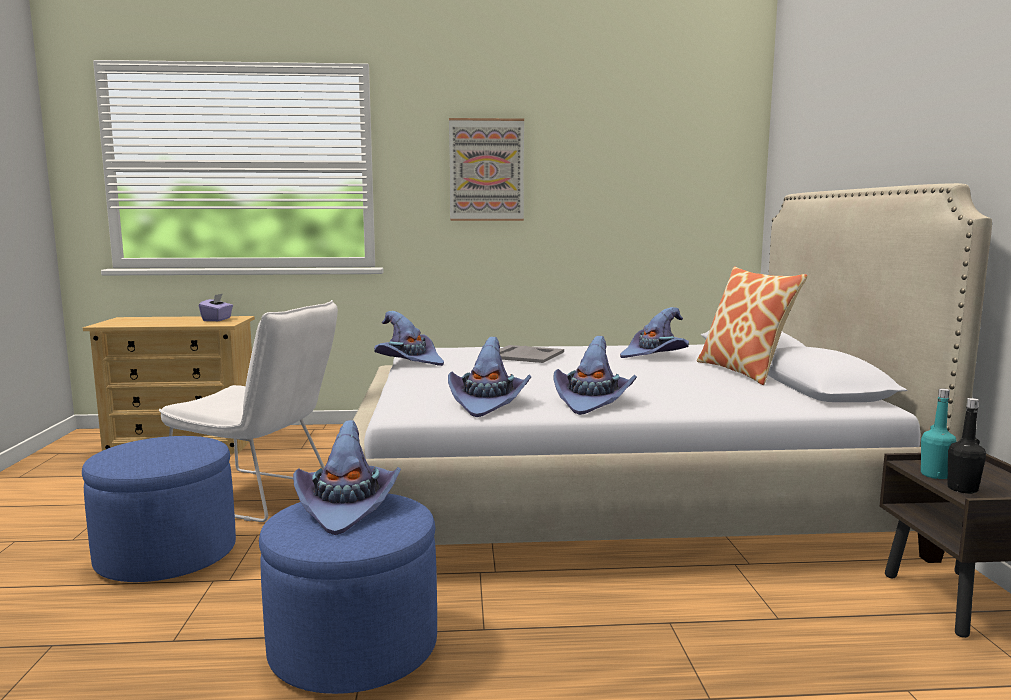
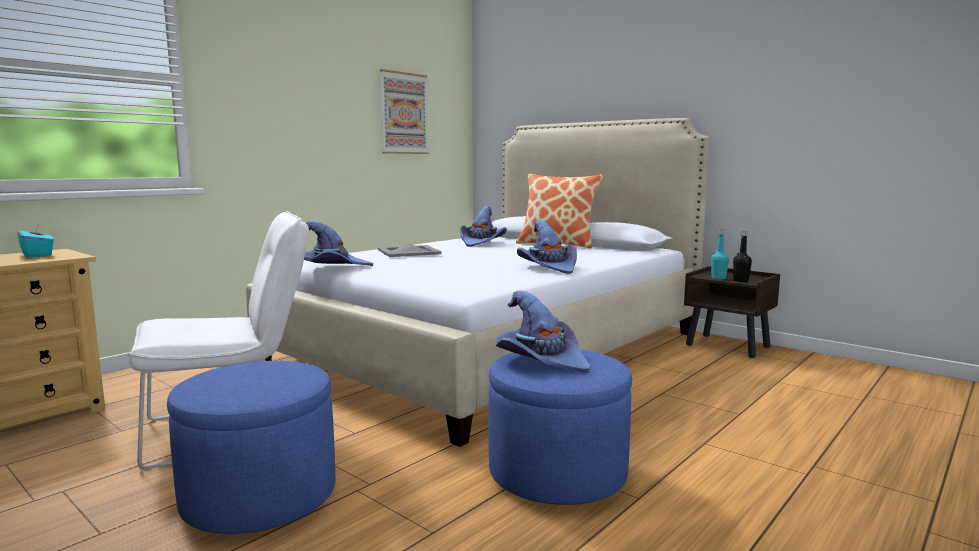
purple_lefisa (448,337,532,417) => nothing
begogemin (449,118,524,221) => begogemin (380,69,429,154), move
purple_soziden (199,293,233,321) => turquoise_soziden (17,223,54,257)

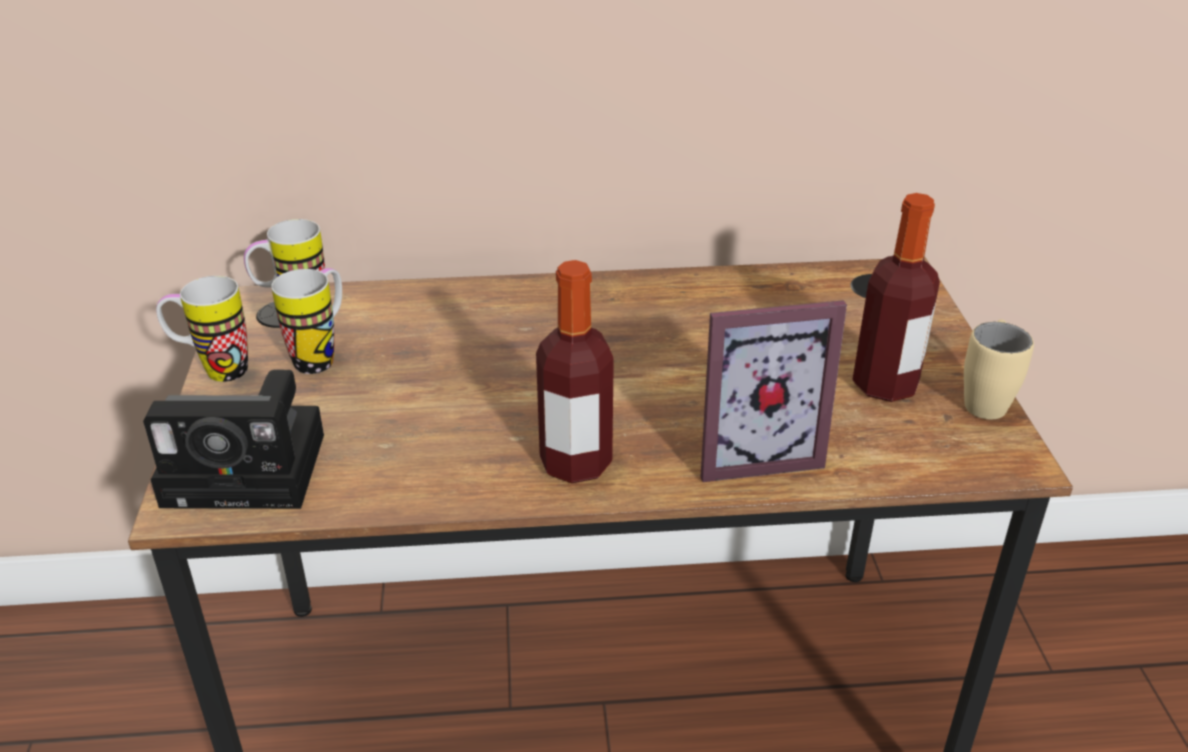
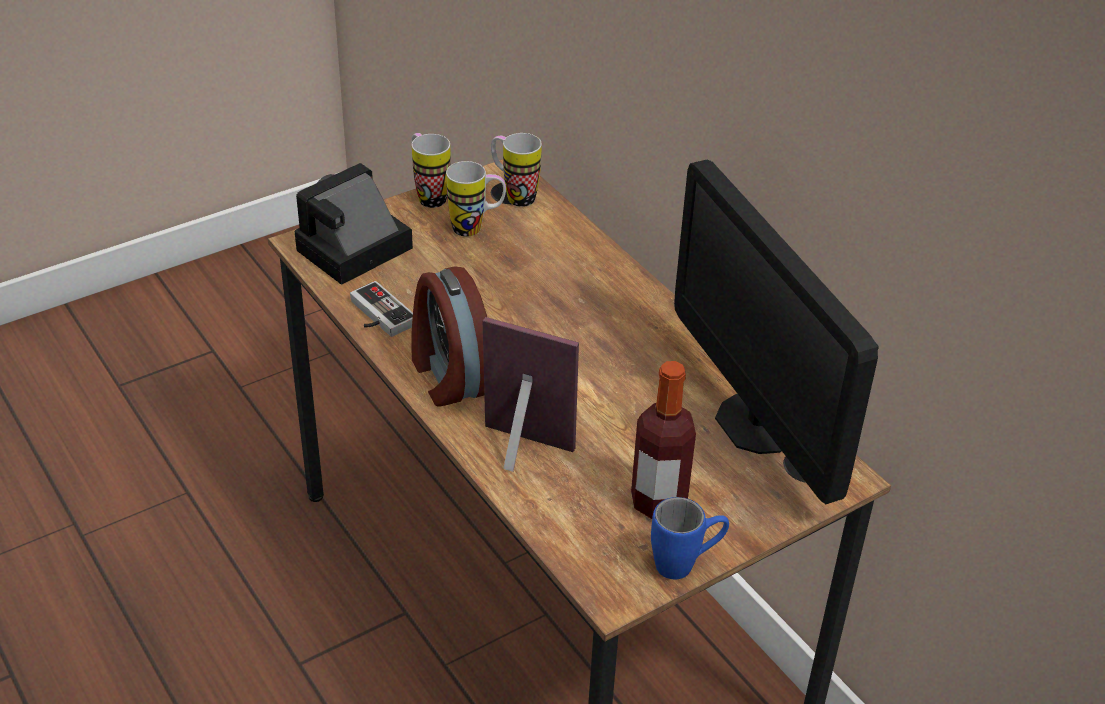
nothing => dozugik (350,281,413,337)
nothing => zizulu (674,159,879,504)
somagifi (536,260,614,483) => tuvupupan (412,266,487,406)
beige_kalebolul (964,319,1034,419) => blue_kalebolul (651,497,729,579)
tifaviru (143,370,324,509) => tifaviru (294,163,413,285), 75 degrees clockwise
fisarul (701,300,847,482) => fisarul (483,317,579,472), 150 degrees clockwise

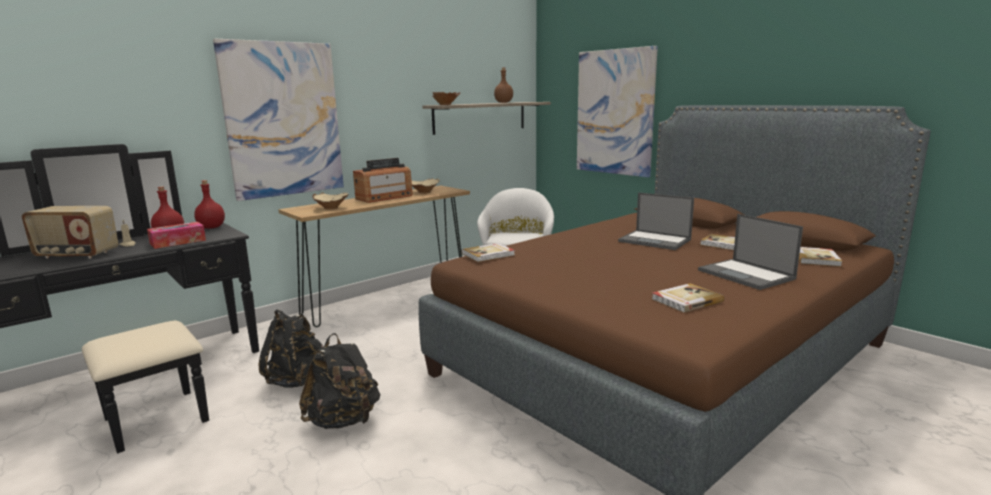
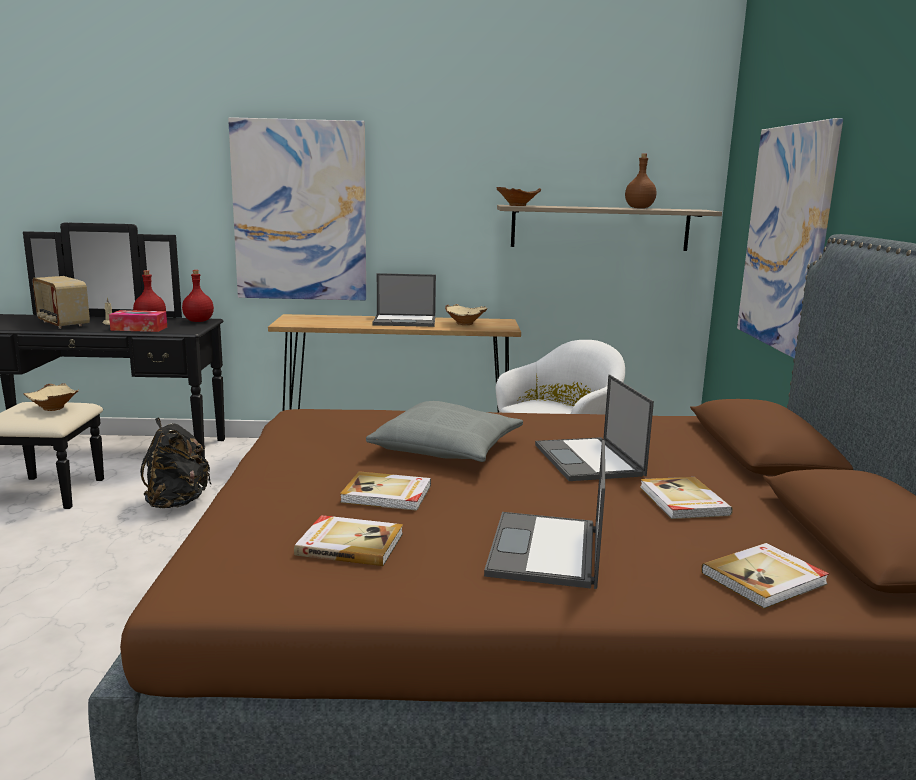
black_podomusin (299,333,380,429) => nothing
nothing => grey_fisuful (366,401,523,462)
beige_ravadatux (313,192,349,210) => beige_ravadatux (23,383,79,411), move
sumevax (462,243,515,262) => sumevax (340,471,431,511), move
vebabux (353,158,413,203) => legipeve (372,273,436,327)

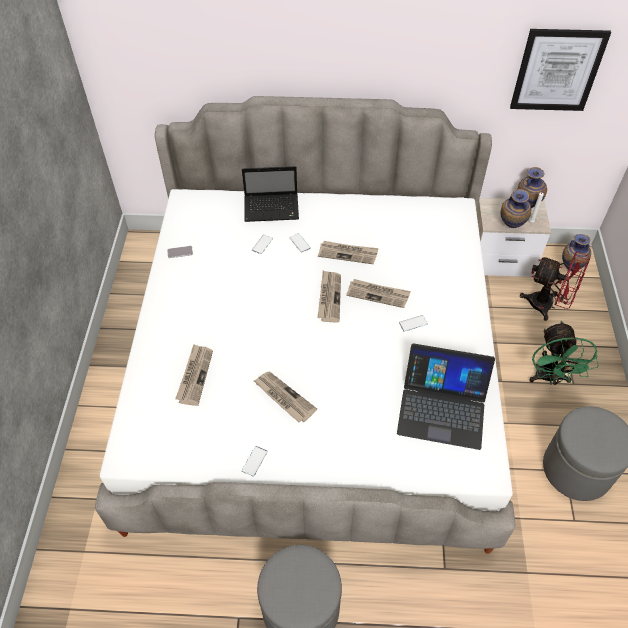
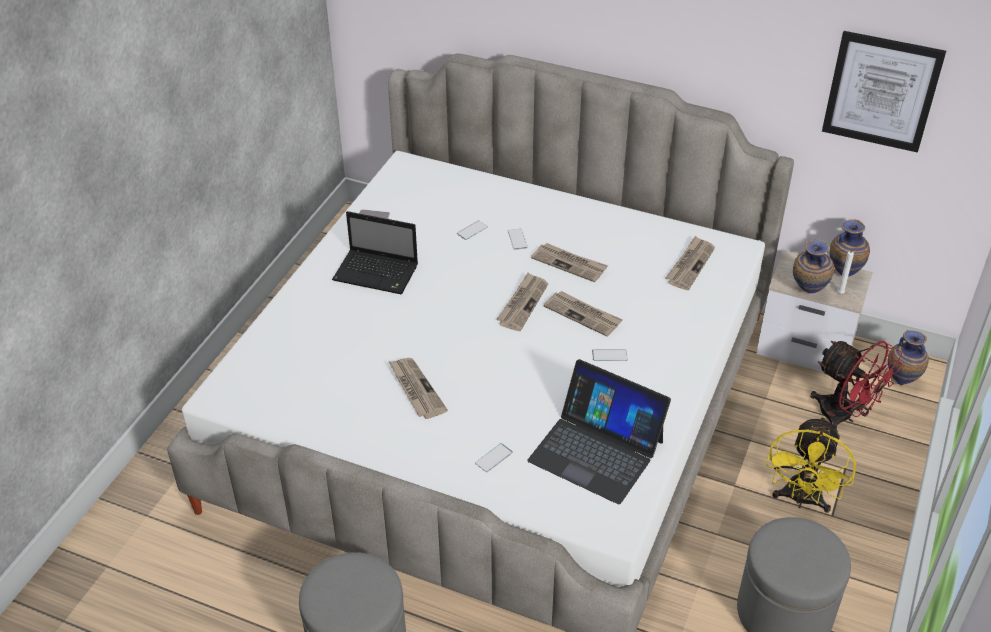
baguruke (175,344,213,406) => baguruke (666,236,715,290), move
legipeve (242,166,299,222) => legipeve (332,211,418,294), move
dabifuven (242,446,268,477) => dabifuven (475,443,513,472), move
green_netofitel (529,321,599,385) => yellow_netofitel (766,416,856,513)

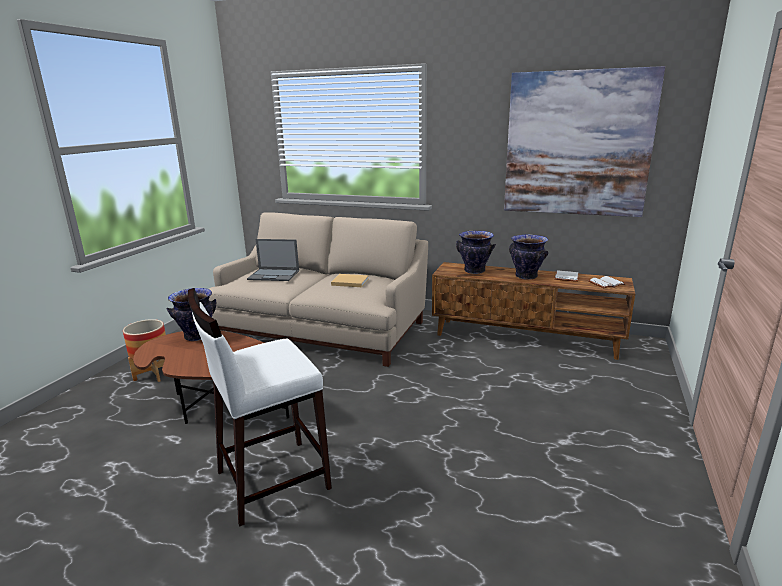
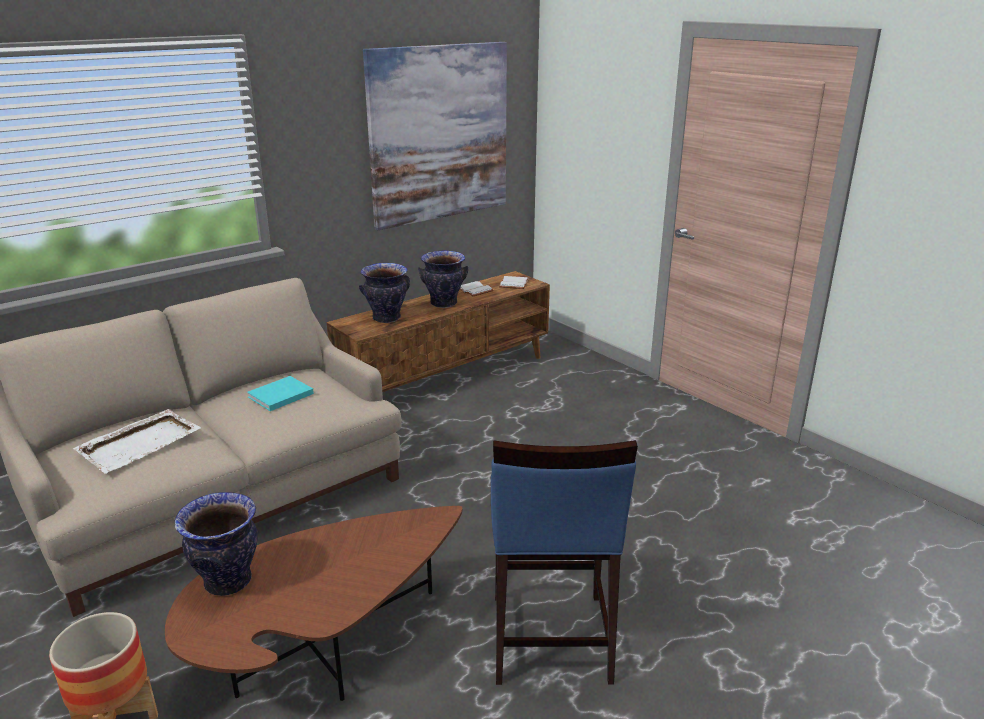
legipeve (247,239,299,281) => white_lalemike (73,409,201,474)
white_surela (188,288,332,527) => blue_surela (491,440,638,685)
beige_sumevax (331,274,369,287) => turquoise_sumevax (247,376,314,411)

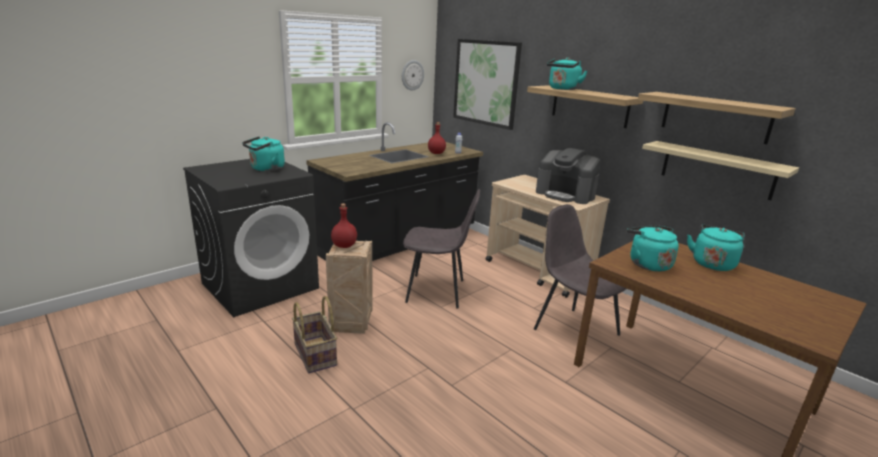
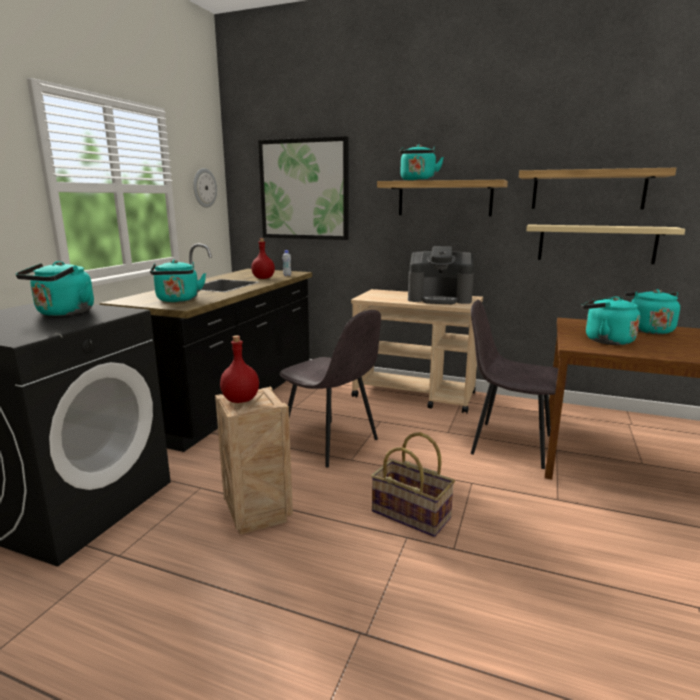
nothing => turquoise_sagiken (150,260,206,302)
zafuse (292,296,337,373) => zafuse (371,432,455,537), move
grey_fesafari (403,189,480,308) => grey_fesafari (280,310,381,468), 60 degrees clockwise

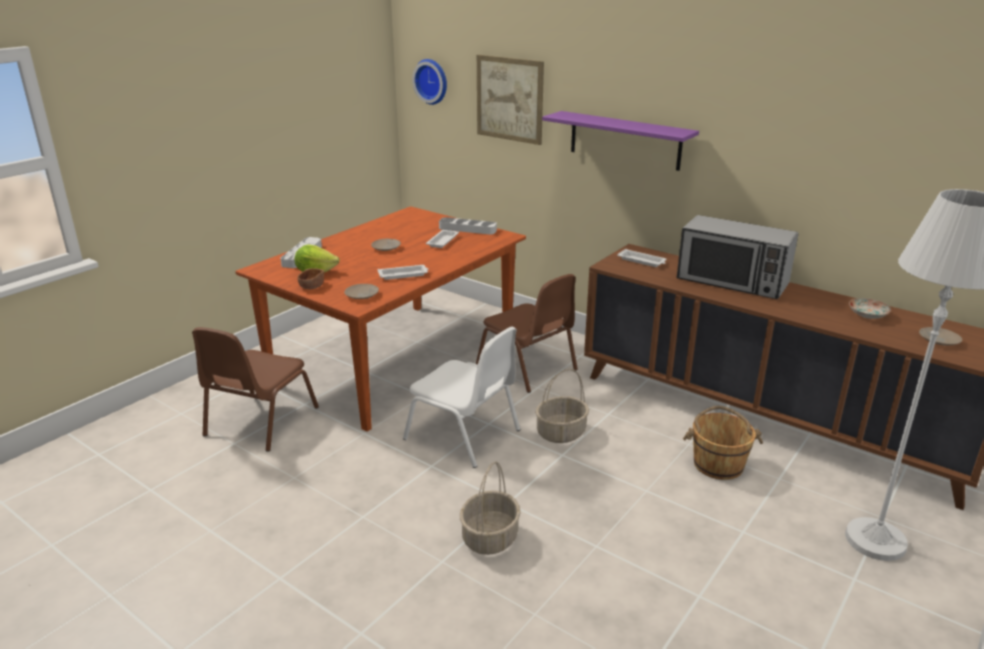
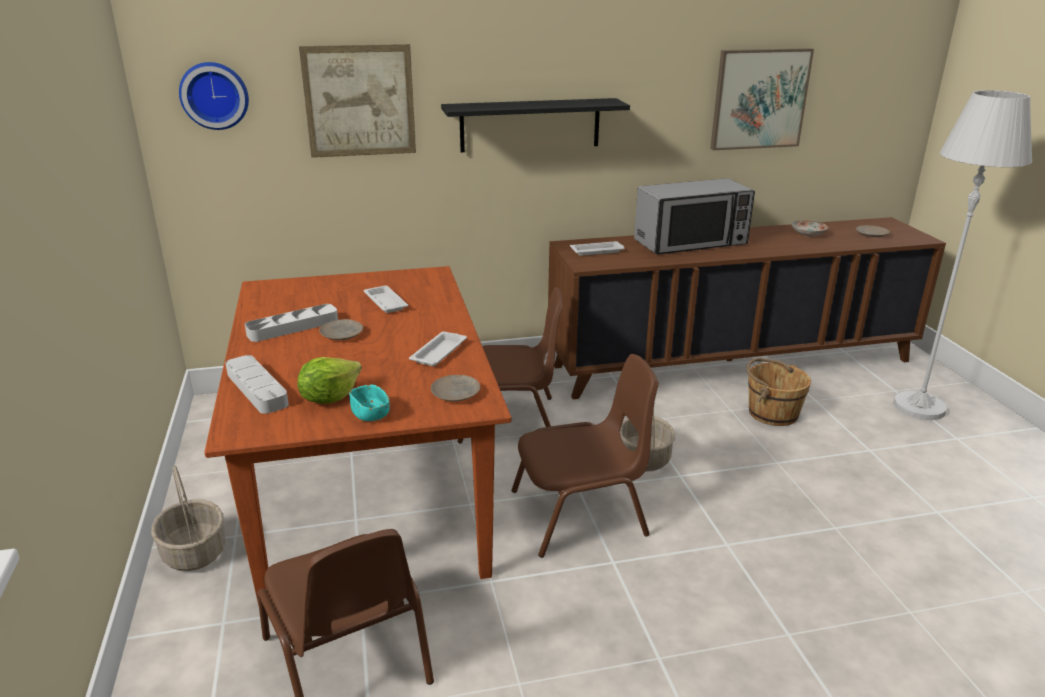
nothing => begogemin (710,48,814,150)
grey_lalemike (439,217,497,235) => grey_lalemike (245,304,338,342), move
zafuse (460,462,521,555) => zafuse (151,465,225,571), move
brown_ravadatux (297,268,324,289) => turquoise_ravadatux (349,385,389,421)
white_fesafari (403,327,520,468) => brown_fesafari (511,354,659,558)
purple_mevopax (542,111,699,171) => black_mevopax (441,98,630,152)

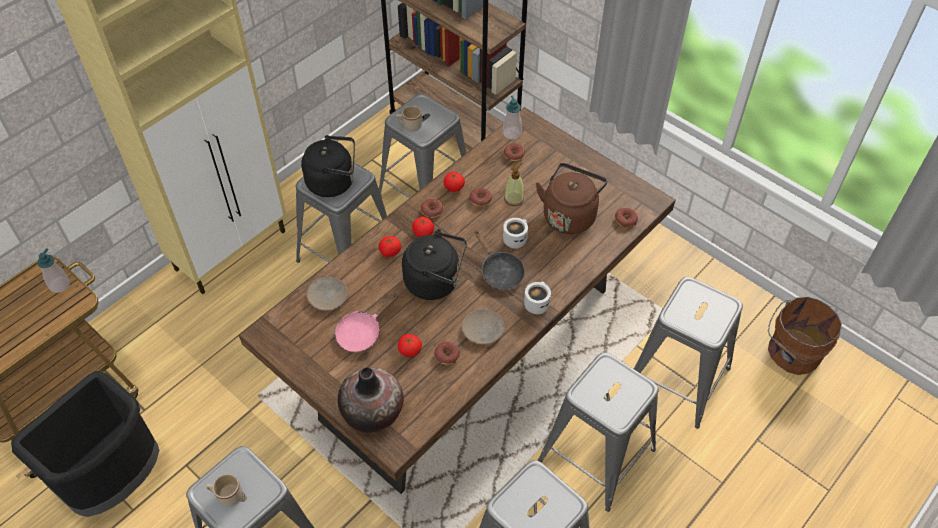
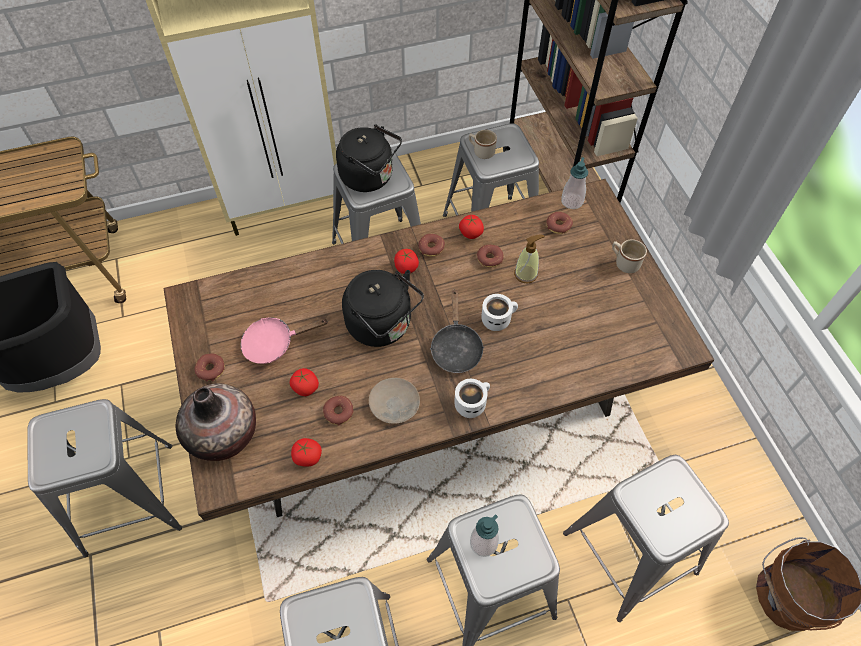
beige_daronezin (307,276,348,311) => nothing
brown_sagiken (536,163,607,234) => nothing
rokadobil (37,248,70,293) => rokadobil (470,514,499,557), move
beige_kalebolul (206,474,243,507) => beige_kalebolul (612,239,647,273), move
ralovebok (378,236,401,257) => ralovebok (291,438,322,467), move
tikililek (615,208,638,227) => tikililek (194,354,225,382), move

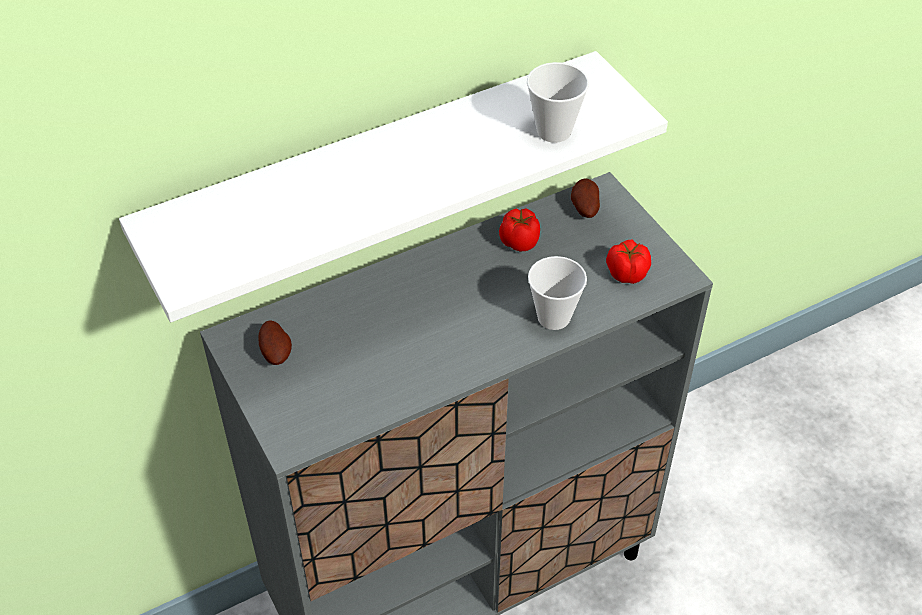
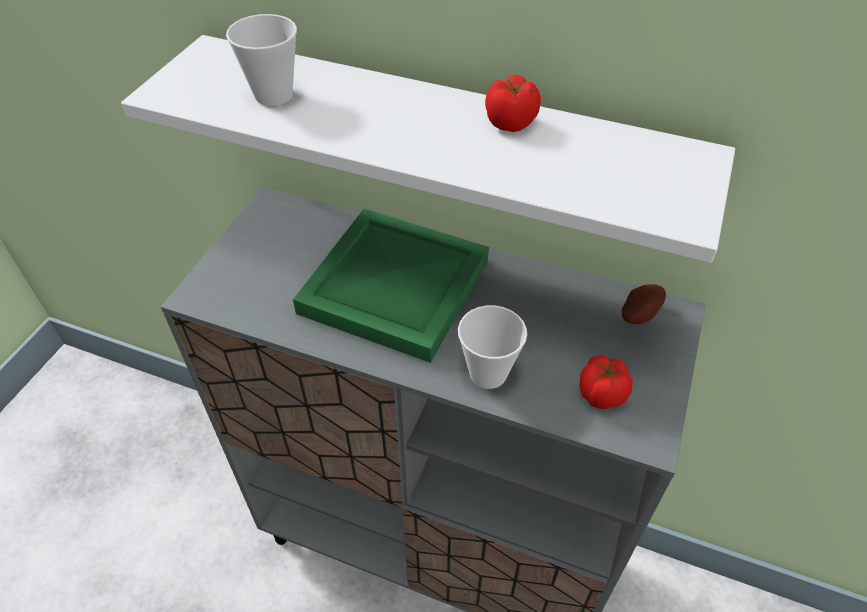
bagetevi (258,320,292,365) => nothing
nothing => green_lalemike (293,209,489,363)
ralovebok (499,208,540,252) => ralovebok (485,75,541,132), move
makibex (527,62,589,143) => makibex (226,14,297,106), move

